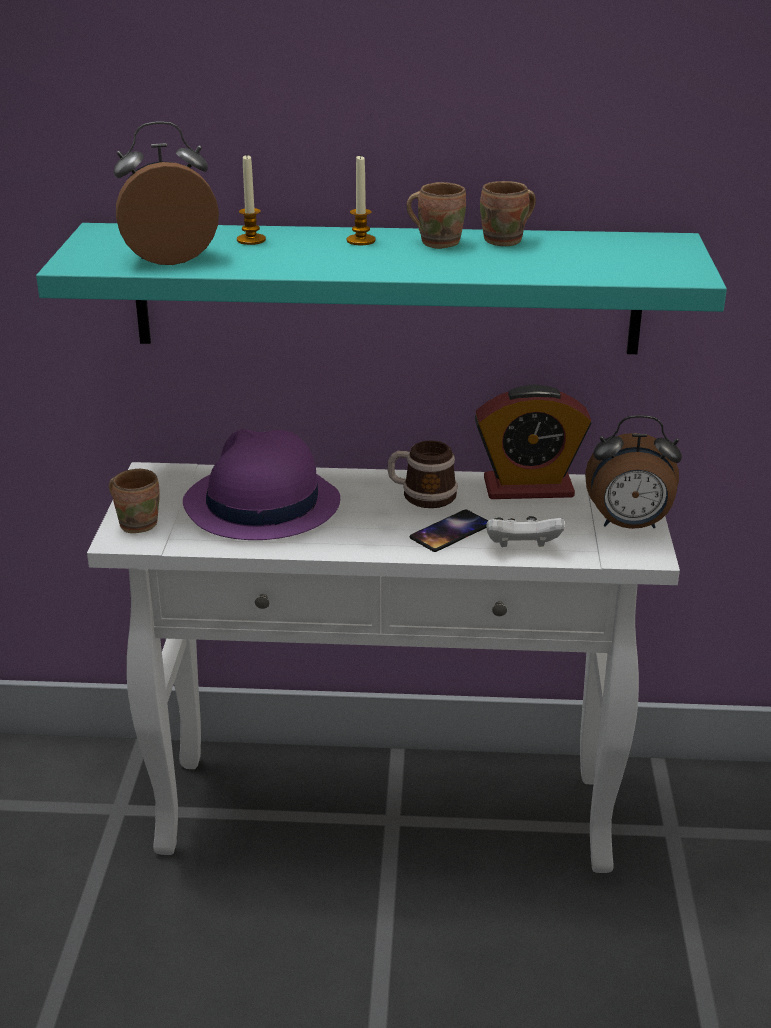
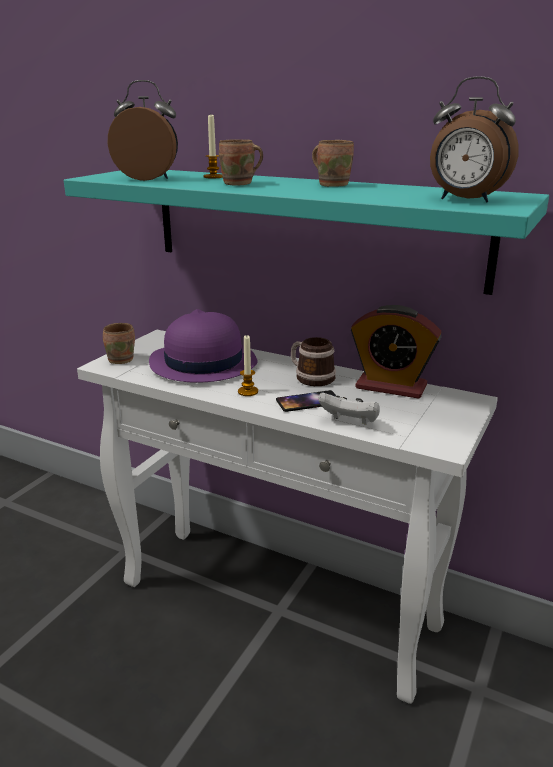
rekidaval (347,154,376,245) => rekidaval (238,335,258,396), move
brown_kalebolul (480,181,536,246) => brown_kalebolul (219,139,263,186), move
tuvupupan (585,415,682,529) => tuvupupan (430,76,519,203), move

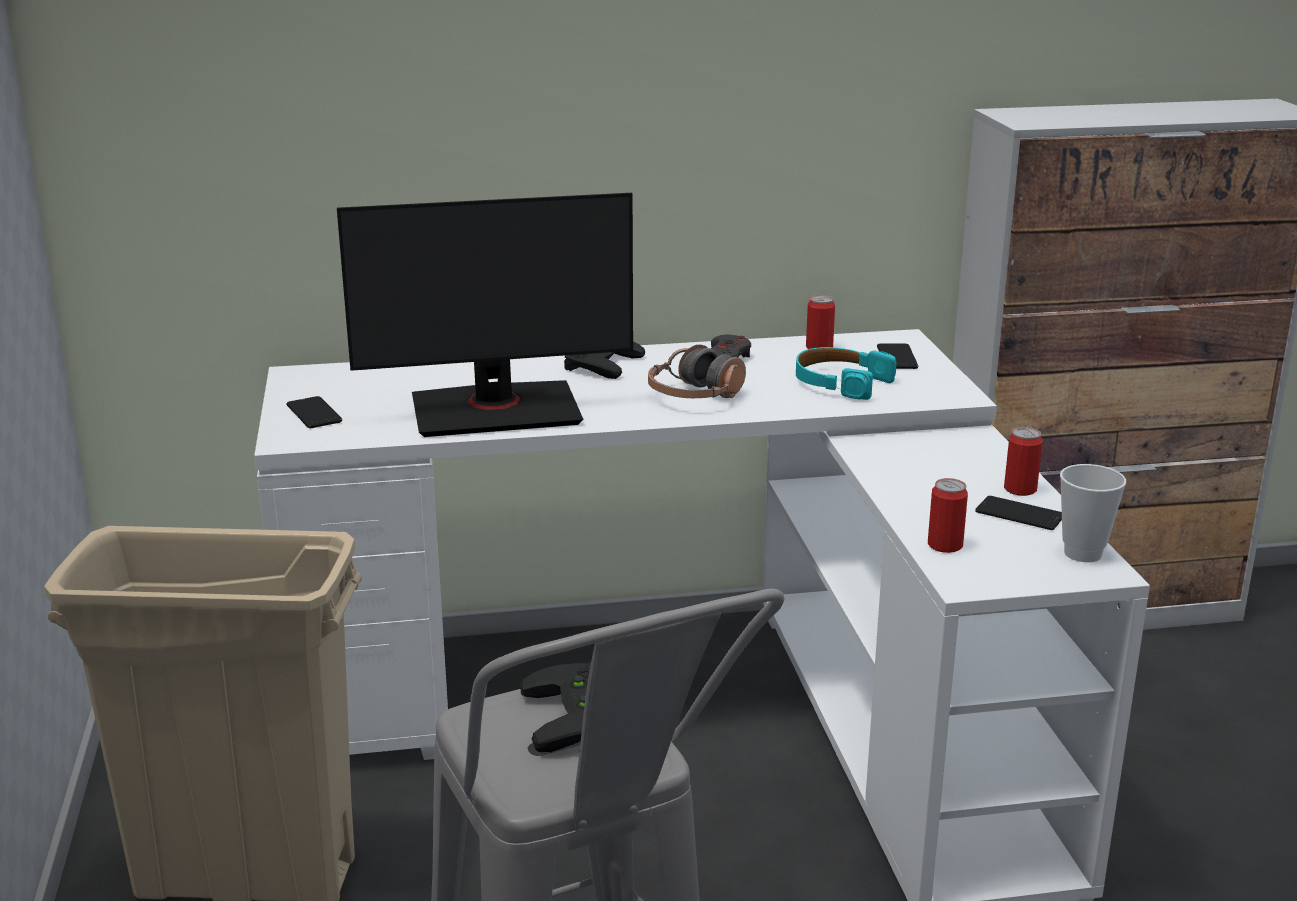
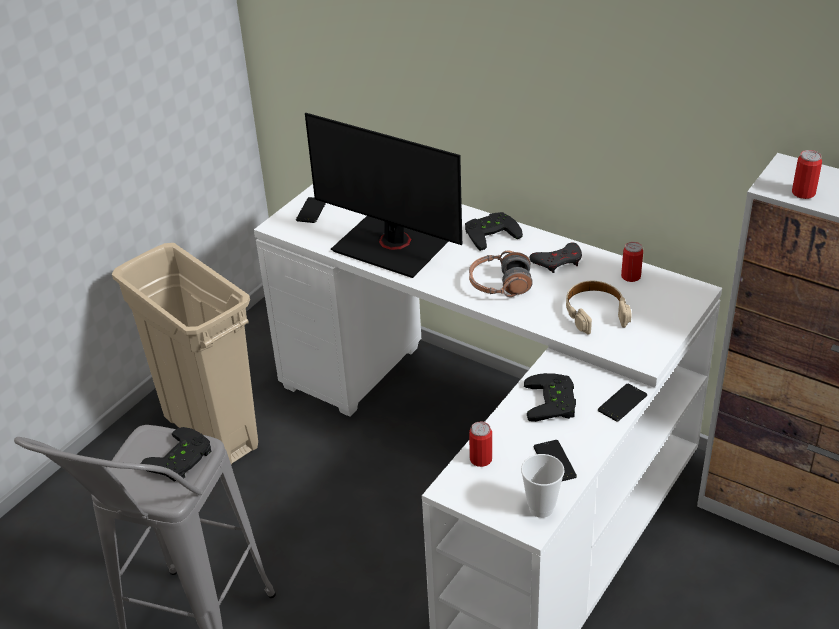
nothing => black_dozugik (524,373,576,422)
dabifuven (877,344,918,369) => dabifuven (598,384,647,421), move
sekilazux (1004,427,1042,496) => sekilazux (792,150,822,199), move
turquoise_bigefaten (796,347,896,400) => beige_bigefaten (566,281,631,335)

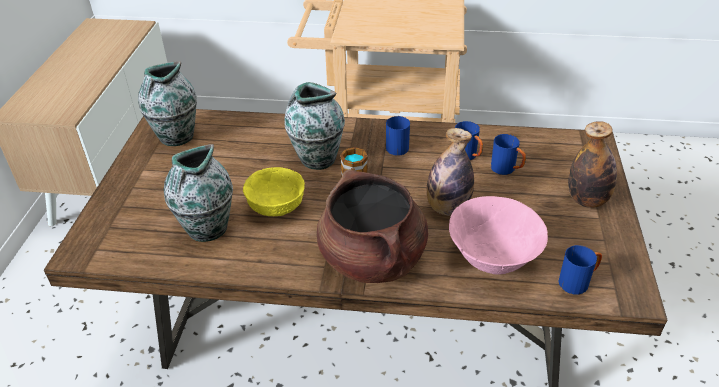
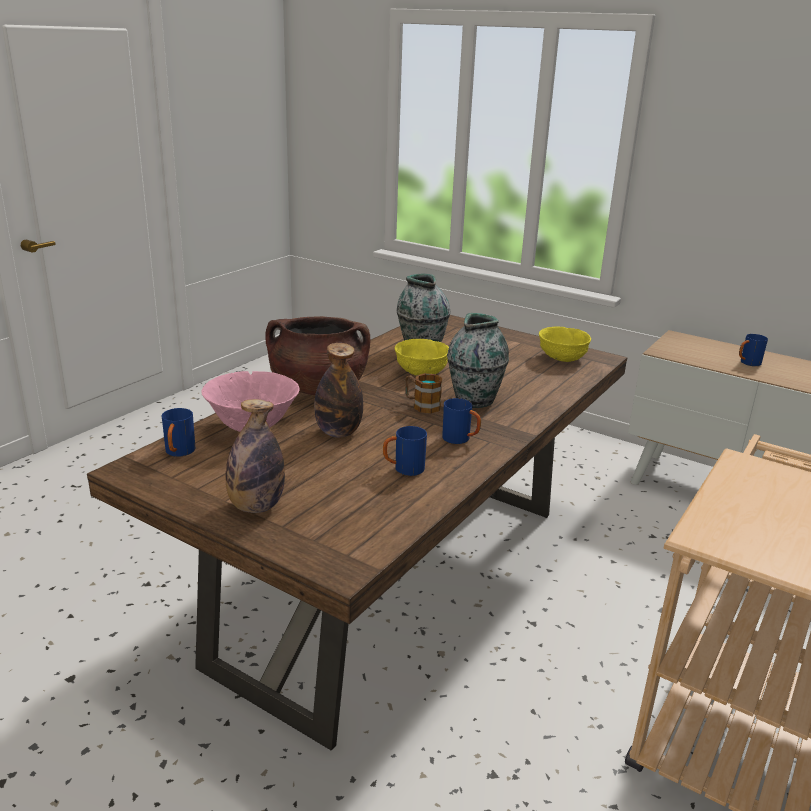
blue_kalebolul (491,134,526,175) => blue_kalebolul (739,334,768,366), move
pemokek (138,61,197,146) => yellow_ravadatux (539,327,591,362)

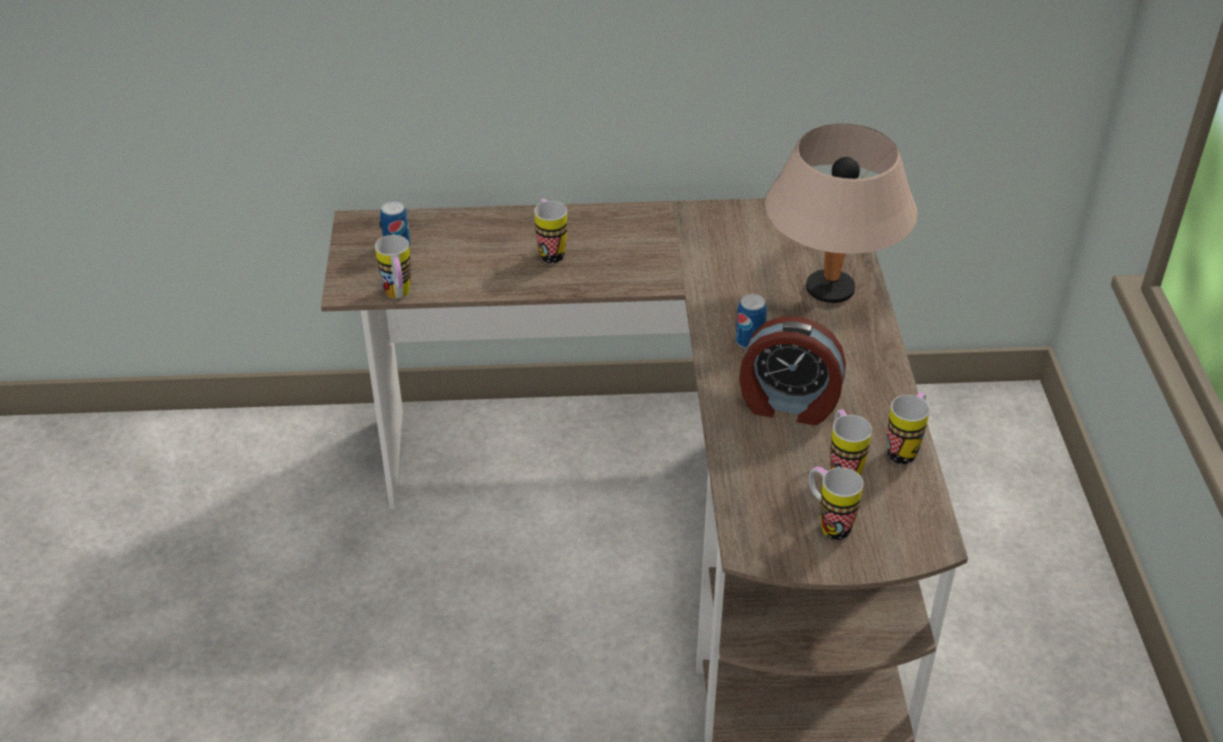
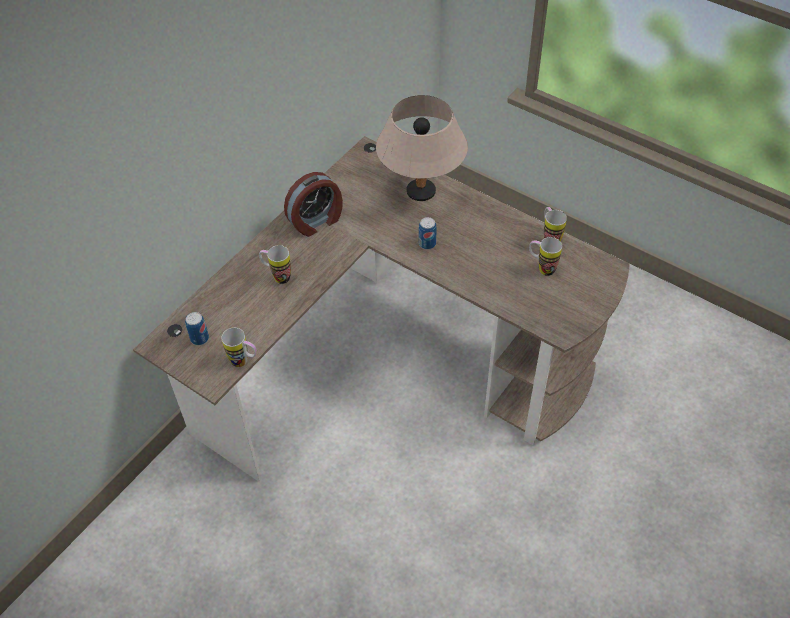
kalebolul (809,467,863,540) => nothing
tuvupupan (739,316,846,425) => tuvupupan (284,172,343,237), move

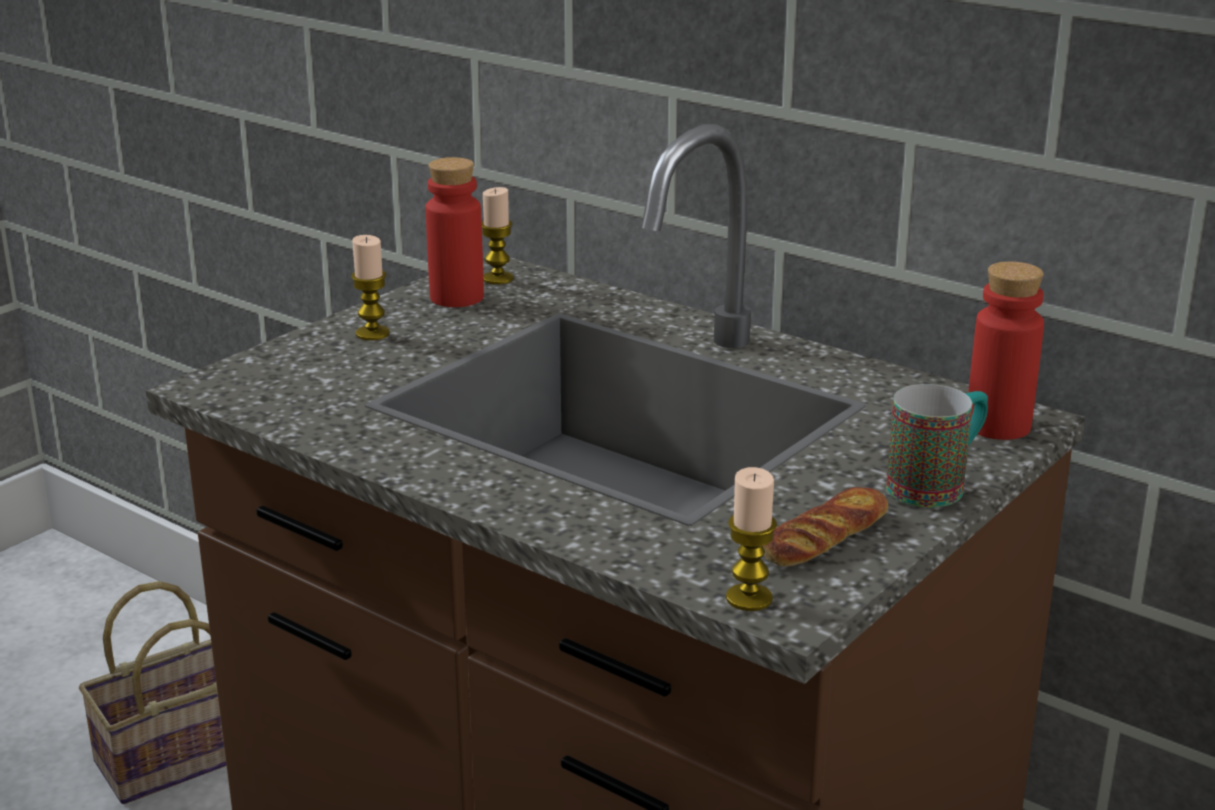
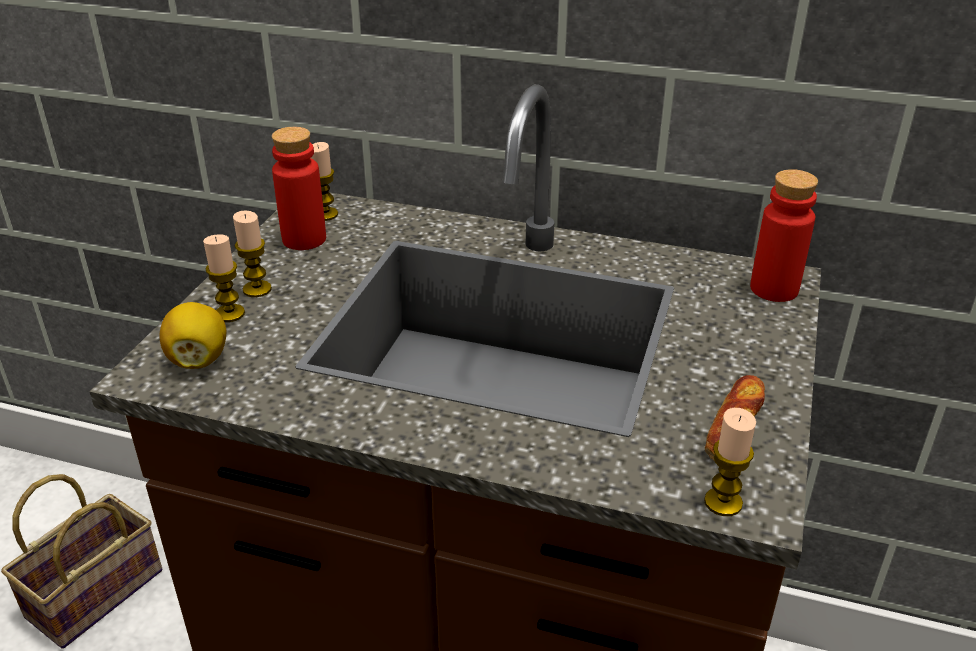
kalebolul (886,384,988,507) => nothing
nothing => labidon (160,302,226,369)
nothing => rekidaval (203,234,245,322)

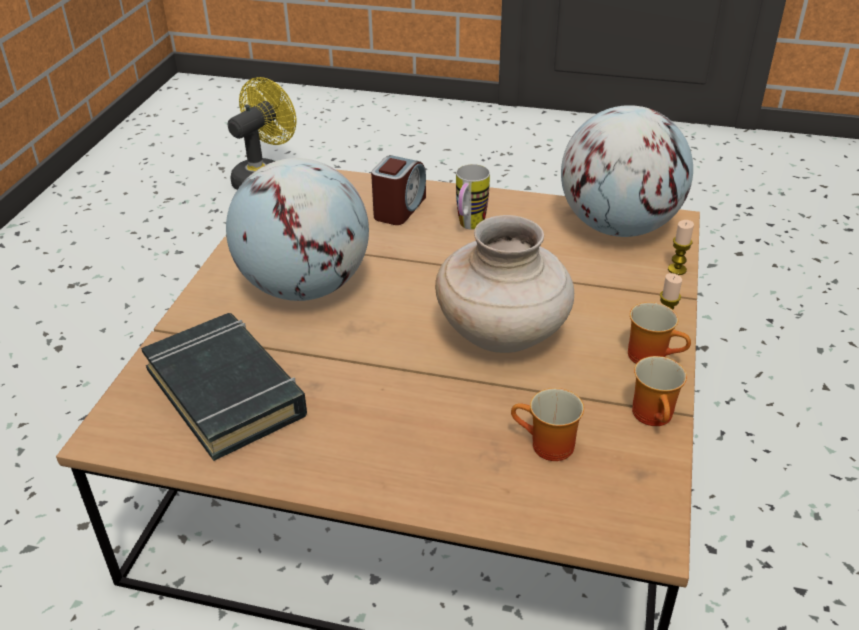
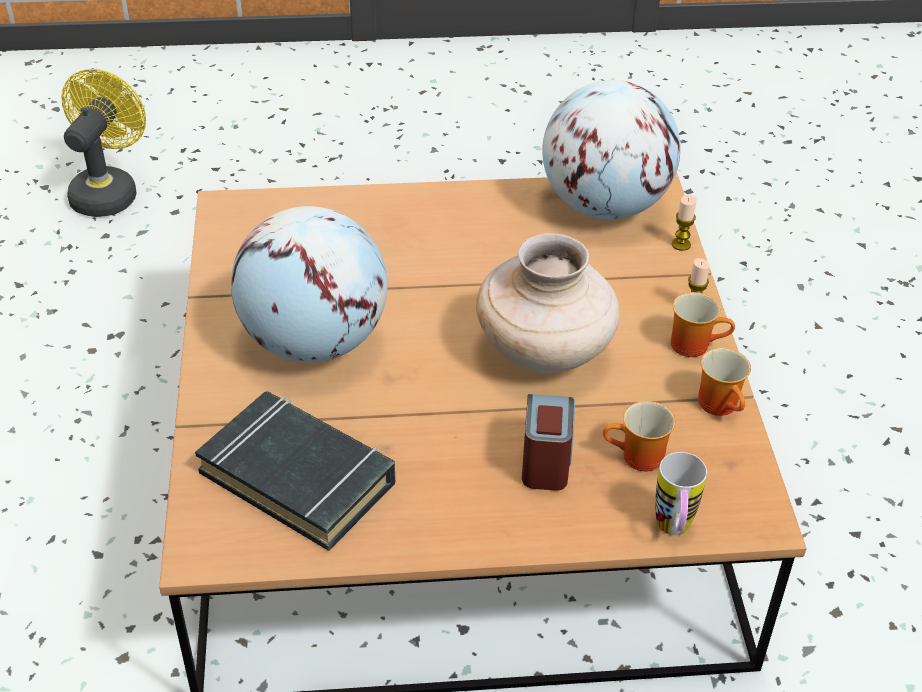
tuvupupan (371,155,426,225) => tuvupupan (522,394,575,491), move
kalebolul (456,164,490,230) => kalebolul (655,452,707,535), move

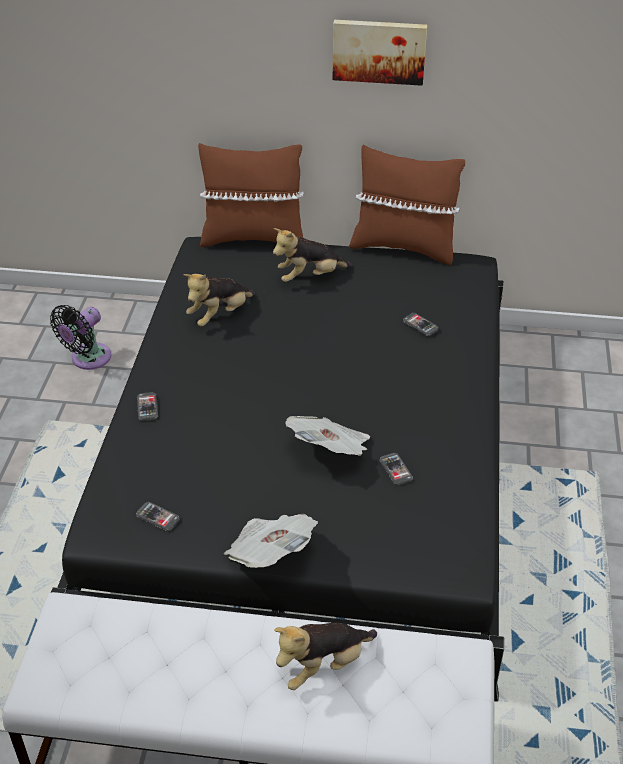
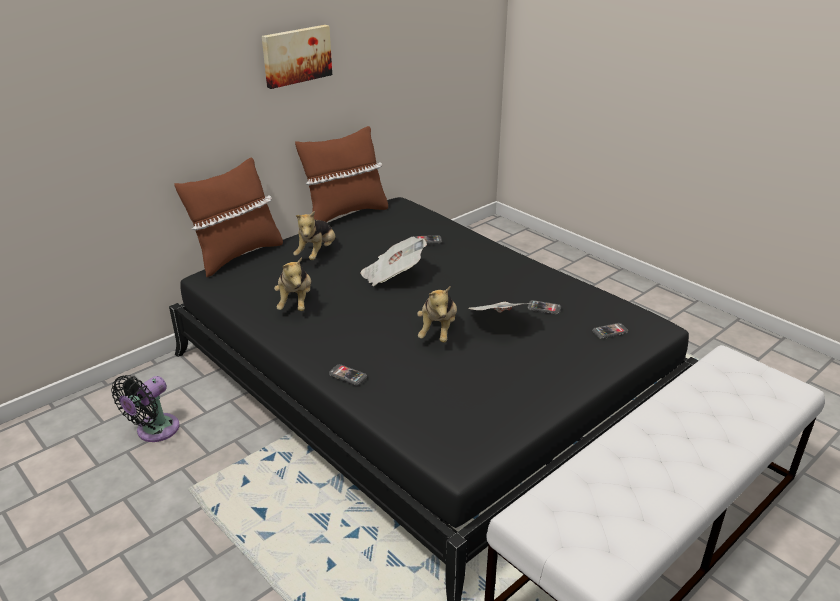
dabifuven (136,502,179,531) => dabifuven (592,323,628,339), move
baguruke (224,514,318,568) => baguruke (360,236,427,286), move
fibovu (274,623,377,690) => fibovu (417,286,457,343), move
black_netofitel (50,305,111,370) => black_netofitel (111,375,179,442), 45 degrees clockwise

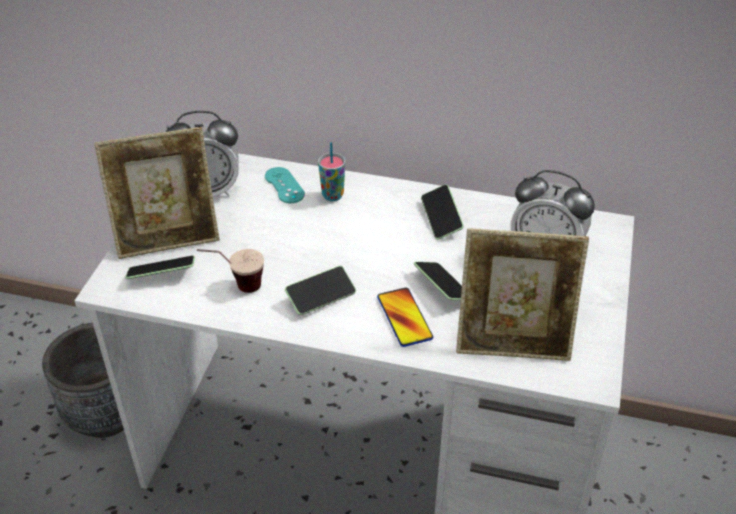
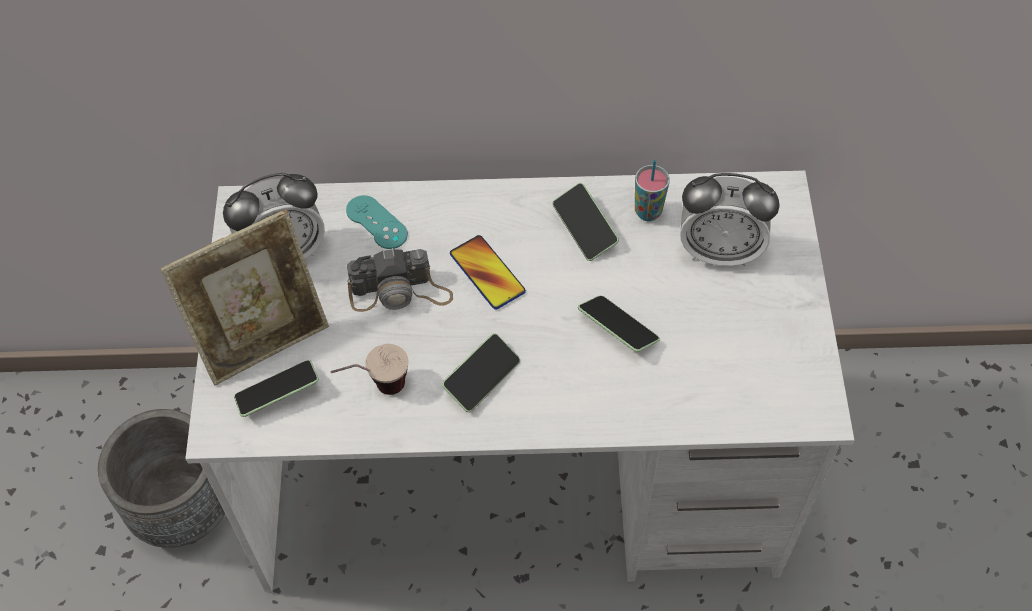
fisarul (456,228,589,361) => nothing
nothing => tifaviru (347,248,453,312)
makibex (318,142,345,201) => makibex (635,160,670,221), move
dabifuven (377,288,433,347) => dabifuven (450,235,526,309), move

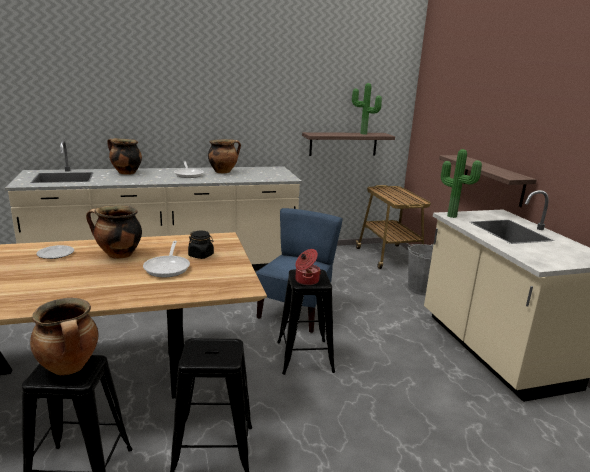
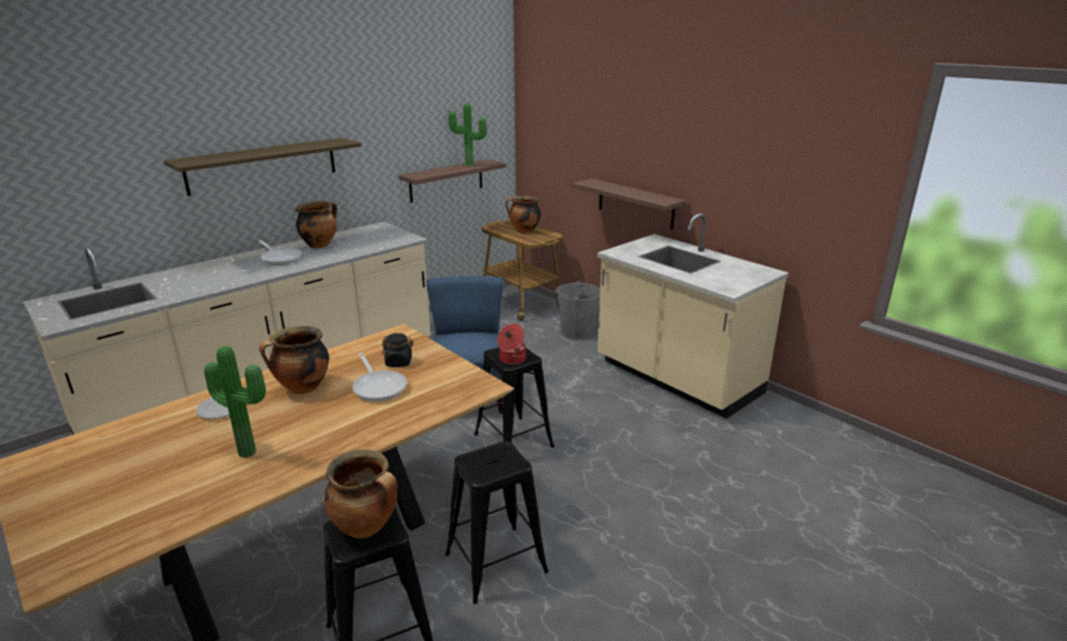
nothing => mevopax (164,138,362,196)
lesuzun (107,138,142,175) => lesuzun (505,196,541,233), move
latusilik (441,149,482,218) => latusilik (204,346,266,458), move

